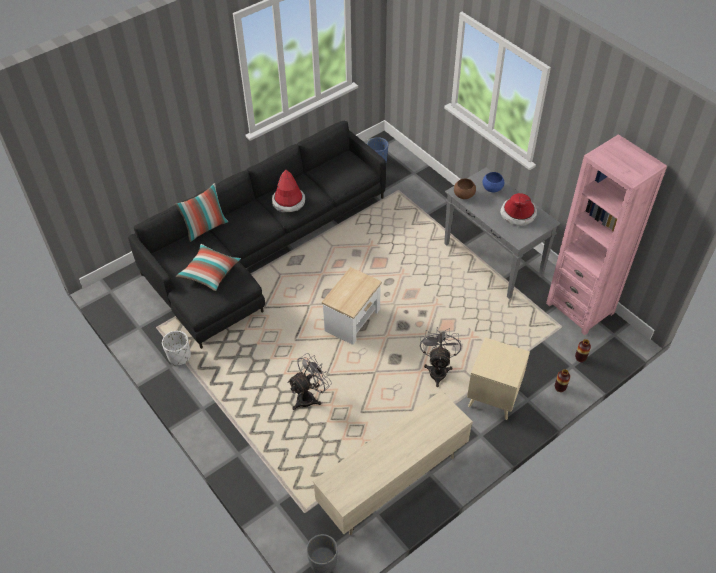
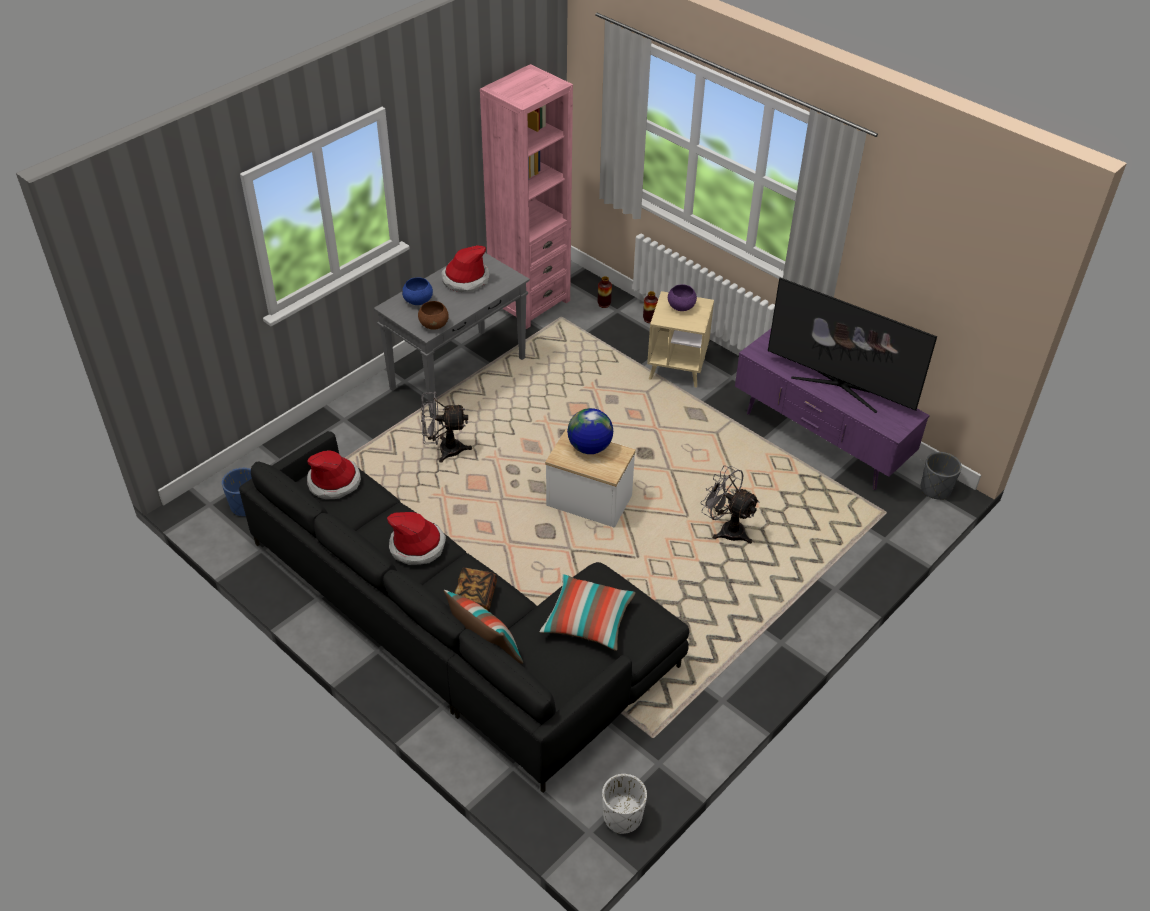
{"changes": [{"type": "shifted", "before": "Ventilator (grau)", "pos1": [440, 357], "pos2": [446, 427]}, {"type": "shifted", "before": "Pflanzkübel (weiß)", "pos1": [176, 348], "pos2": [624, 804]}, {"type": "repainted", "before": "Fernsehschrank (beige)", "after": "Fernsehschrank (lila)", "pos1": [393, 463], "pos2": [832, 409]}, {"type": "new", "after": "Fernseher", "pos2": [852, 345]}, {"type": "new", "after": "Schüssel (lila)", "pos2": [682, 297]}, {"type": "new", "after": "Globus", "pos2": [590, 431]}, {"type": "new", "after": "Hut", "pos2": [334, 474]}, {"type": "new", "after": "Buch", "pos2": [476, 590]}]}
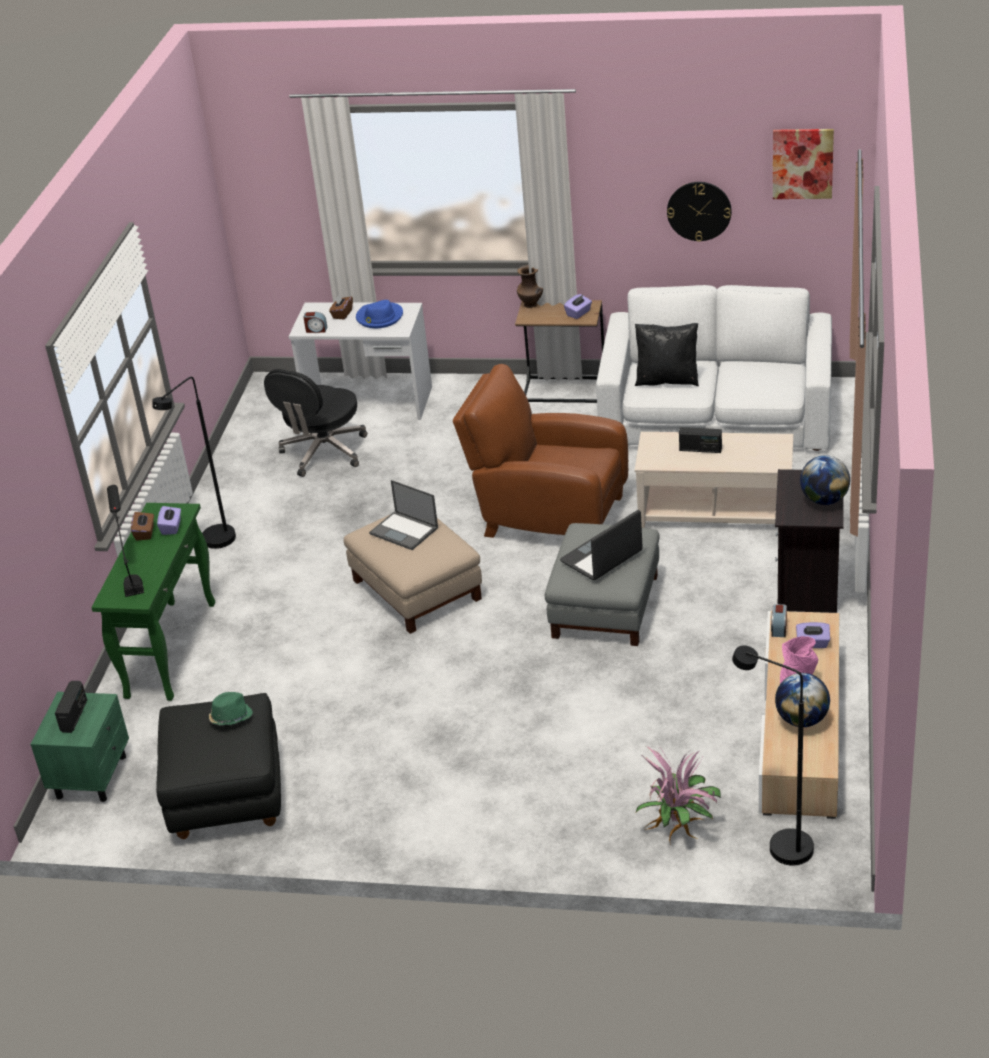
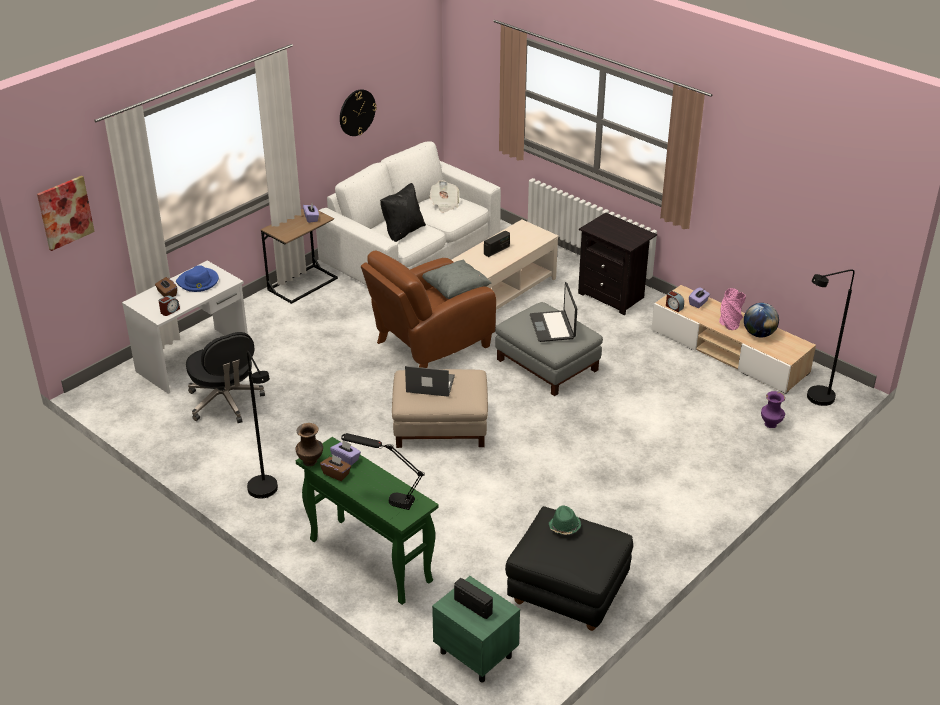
{"changes": [{"type": "shifted", "before": "Bild", "pos1": [803, 164], "pos2": [66, 213]}, {"type": "shifted", "before": "Vase (braun)", "pos1": [530, 286], "pos2": [309, 444]}, {"type": "gone", "before": "Globus", "pos1": [825, 480]}, {"type": "rotated", "before": "Laptop", "pos1": [403, 515], "pos2": [430, 381], "turn": -150}, {"type": "swapped", "before": "Topfpflanze", "after": "Vase (lila)", "pos1": [678, 795], "pos2": [773, 409]}, {"type": "new", "after": "Zeitung", "pos2": [444, 196]}, {"type": "new", "after": "Kissen (grau)", "pos2": [457, 279]}]}
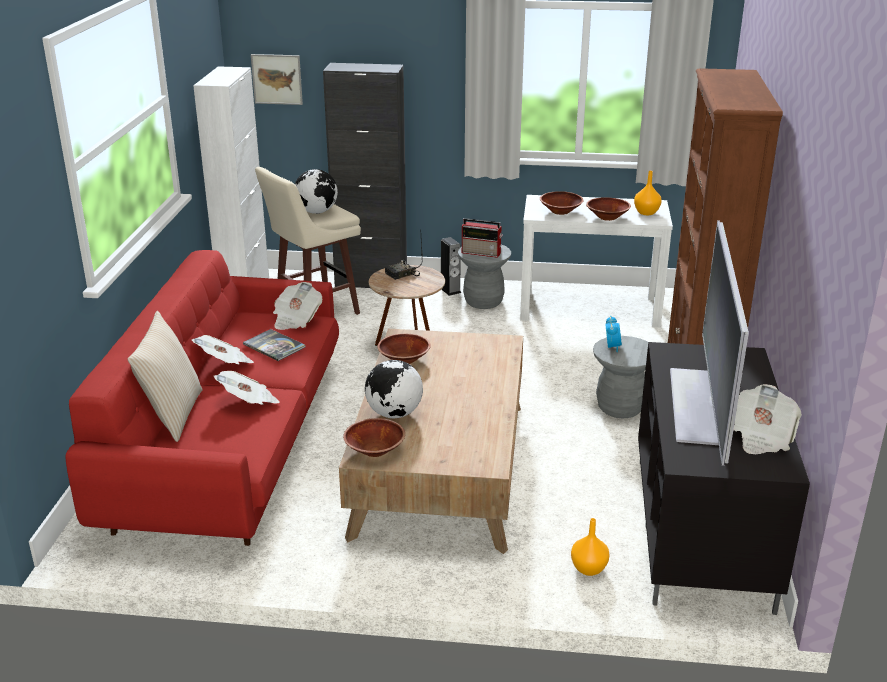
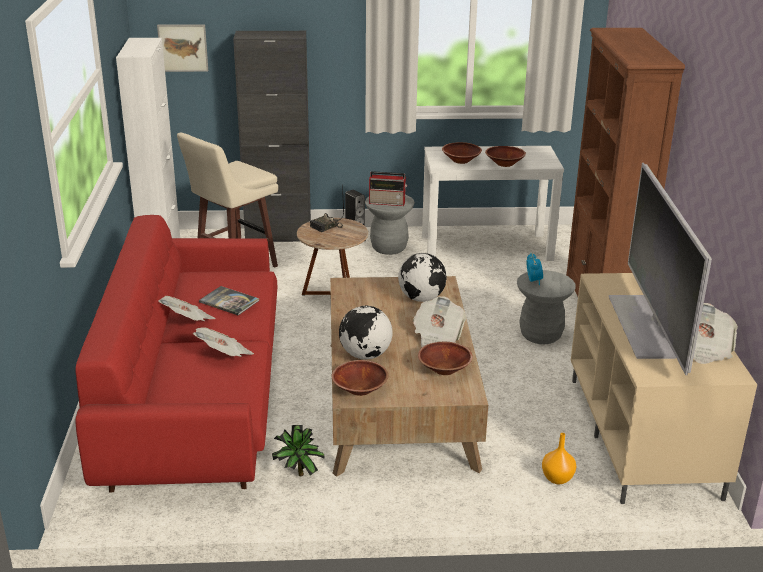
{"changes": [{"type": "shifted", "before": "Globus", "pos1": [316, 191], "pos2": [422, 277]}, {"type": "gone", "before": "Vase (orange)", "pos1": [648, 193]}, {"type": "shifted", "before": "Zeitung", "pos1": [298, 306], "pos2": [439, 321]}, {"type": "gone", "before": "Kissen (beige)", "pos1": [165, 376]}, {"type": "shifted", "before": "Schüssel (braun)", "pos1": [404, 349], "pos2": [445, 358]}, {"type": "repainted", "before": "Fernsehschrank (schwarz)", "after": "Fernsehschrank (beige)", "pos1": [724, 478], "pos2": [664, 388]}, {"type": "new", "after": "Topfpflanze", "pos2": [298, 450]}]}
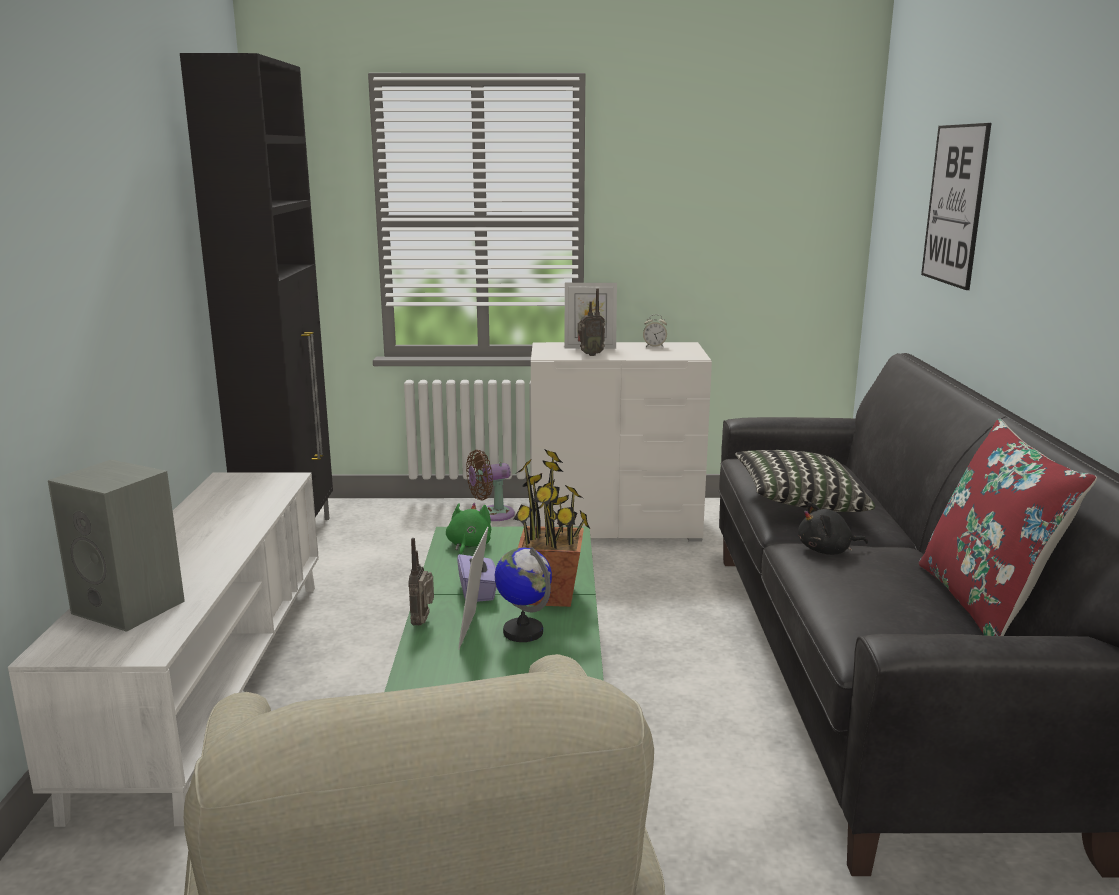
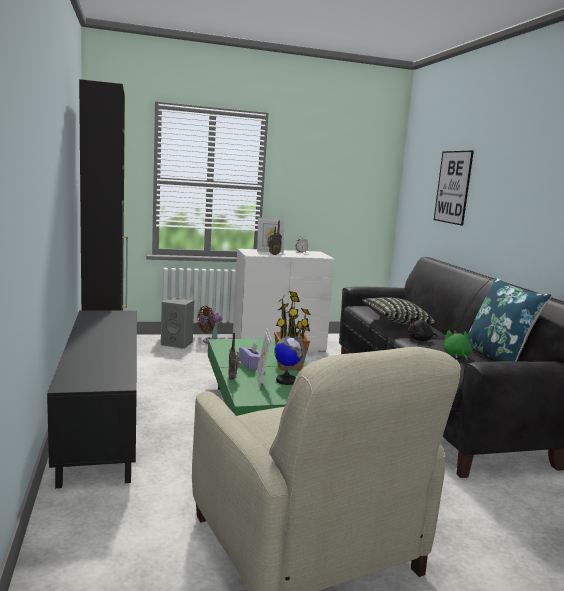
{"changes": [{"type": "repainted", "before": "Kissen (rot)", "after": "Kissen (blau)", "pos1": [1008, 527], "pos2": [510, 319]}, {"type": "shifted", "before": "Lautsprecher (grau)", "pos1": [116, 545], "pos2": [177, 323]}, {"type": "repainted", "before": "Fernsehschrank (weiß)", "after": "Fernsehschrank (schwarz)", "pos1": [163, 649], "pos2": [92, 399]}, {"type": "shifted", "before": "Plüschtier (grün)", "pos1": [468, 529], "pos2": [457, 346]}]}
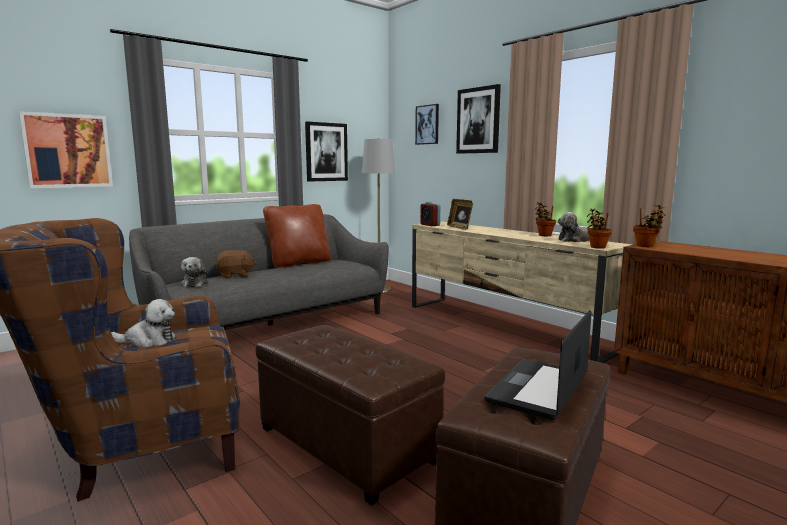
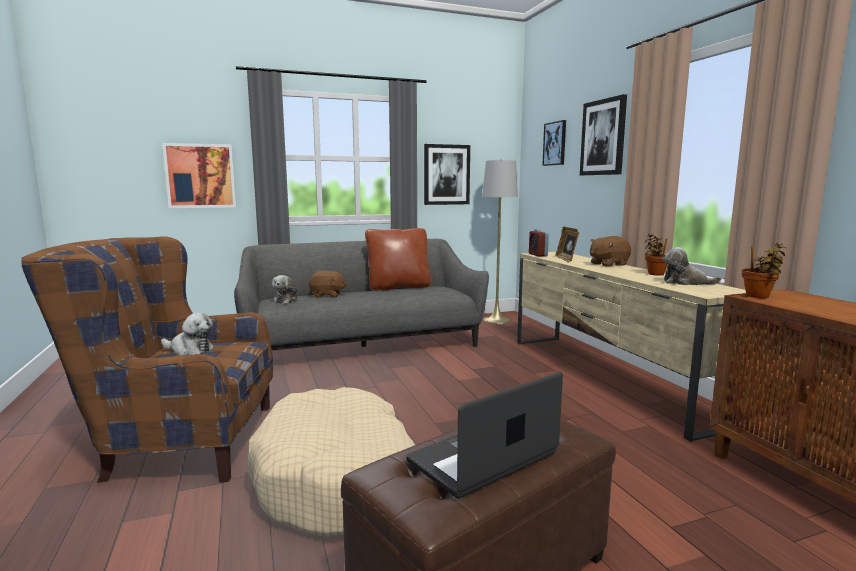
{"changes": [{"type": "gone", "before": "Topfpflanze", "pos1": [599, 228]}, {"type": "swapped", "before": "Polsterhocker (braun)", "after": "Hundebett (beige)", "pos1": [350, 415], "pos2": [330, 462]}, {"type": "new", "after": "Plüschtier (braun)", "pos2": [610, 251]}]}
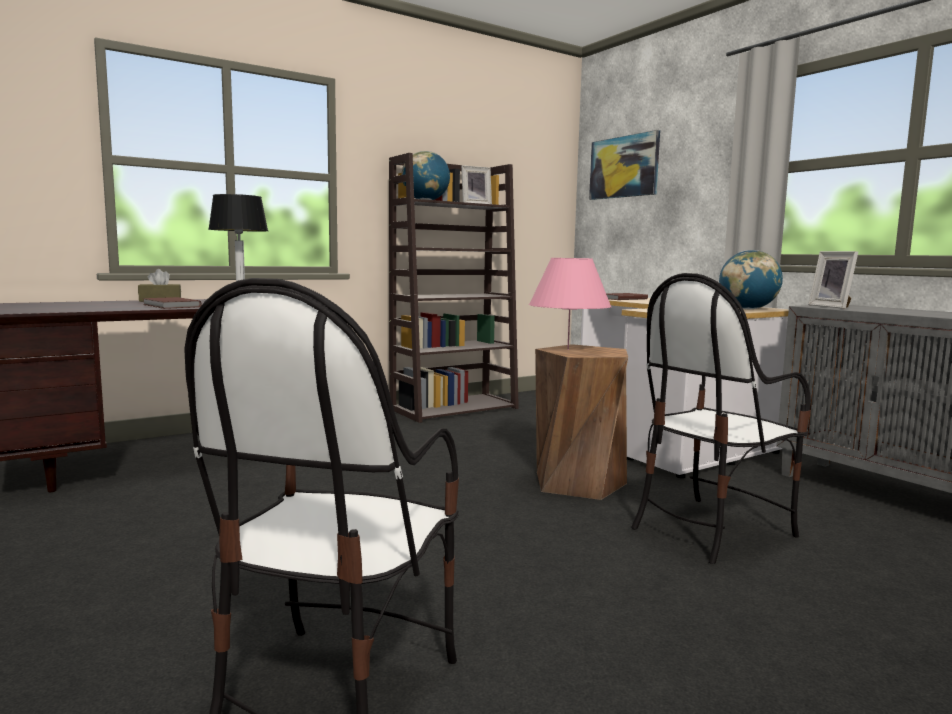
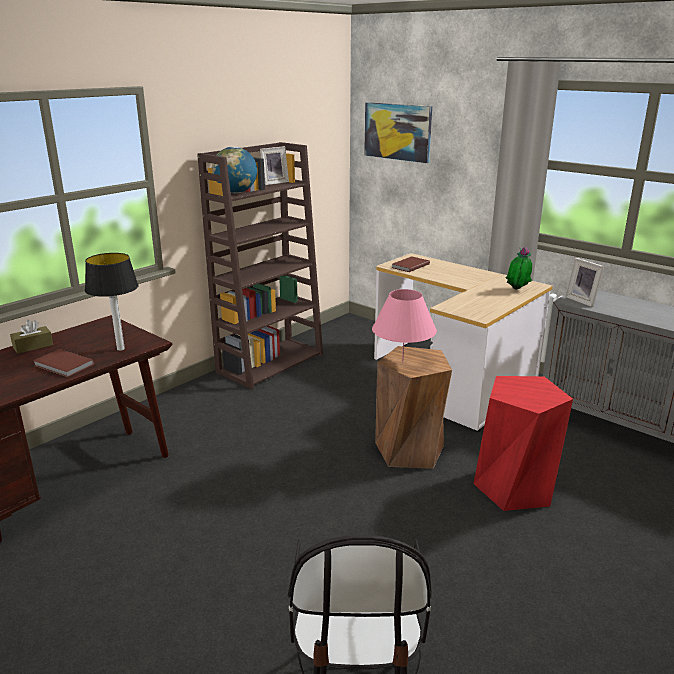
{"changes": [{"type": "swapped", "before": "Globus", "after": "Topfpflanze", "pos1": [751, 279], "pos2": [519, 268]}, {"type": "swapped", "before": "Stuhl", "after": "Hocker (rot)", "pos1": [721, 418], "pos2": [523, 443]}]}
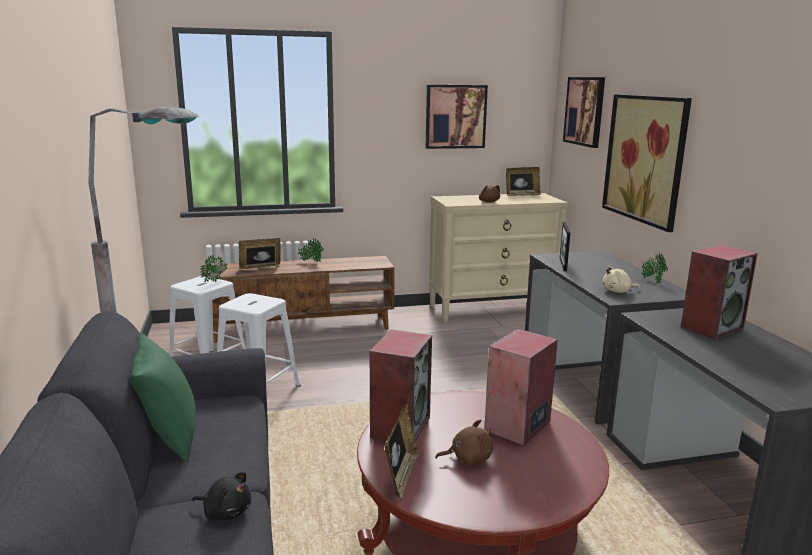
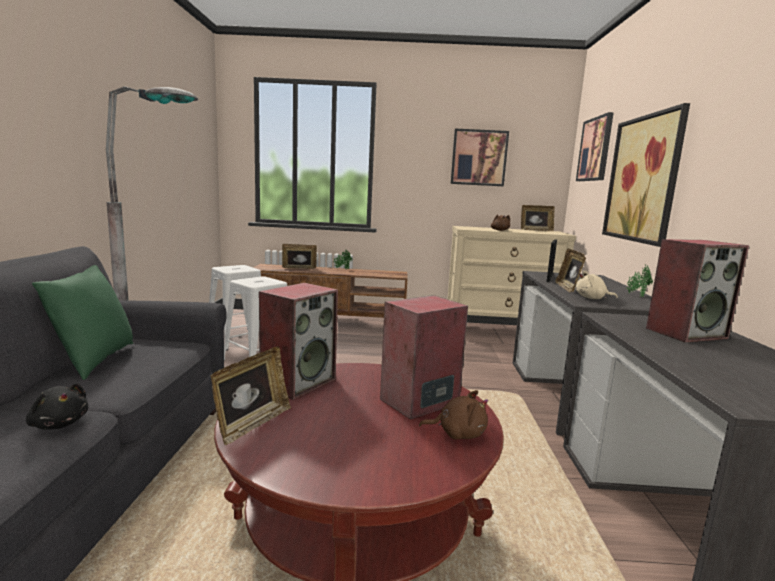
{"changes": [{"type": "gone", "before": "Topfpflanze", "pos1": [213, 269]}, {"type": "shifted", "before": "Plüschtier (braun)", "pos1": [464, 442], "pos2": [453, 415]}, {"type": "new", "after": "Bilderrahmen", "pos2": [570, 270]}]}
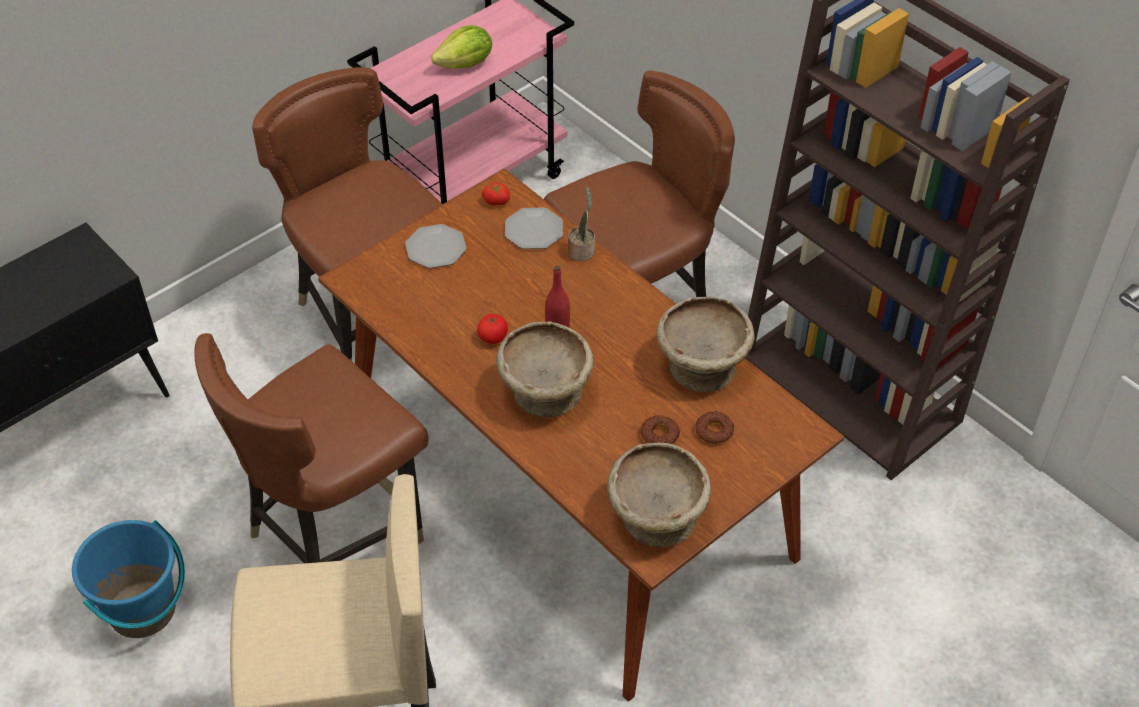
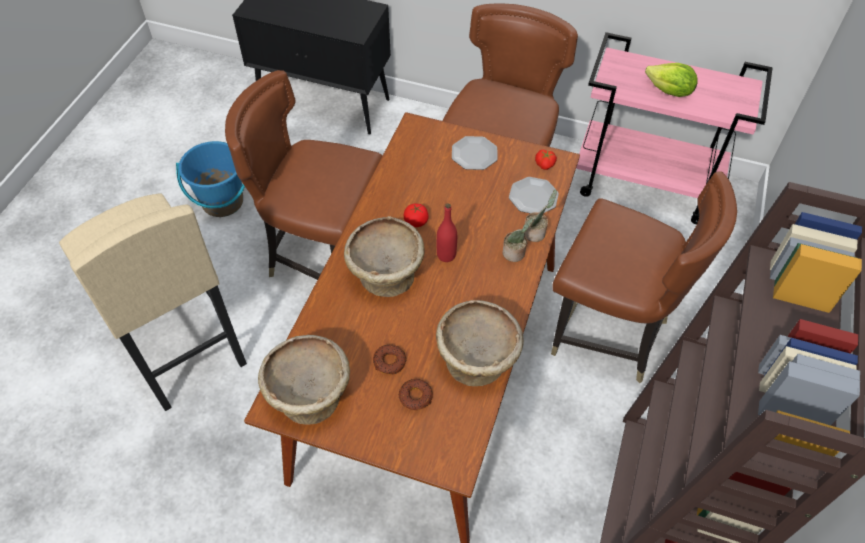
{"changes": [{"type": "new", "after": "Topfpflanze", "pos2": [518, 240]}]}
